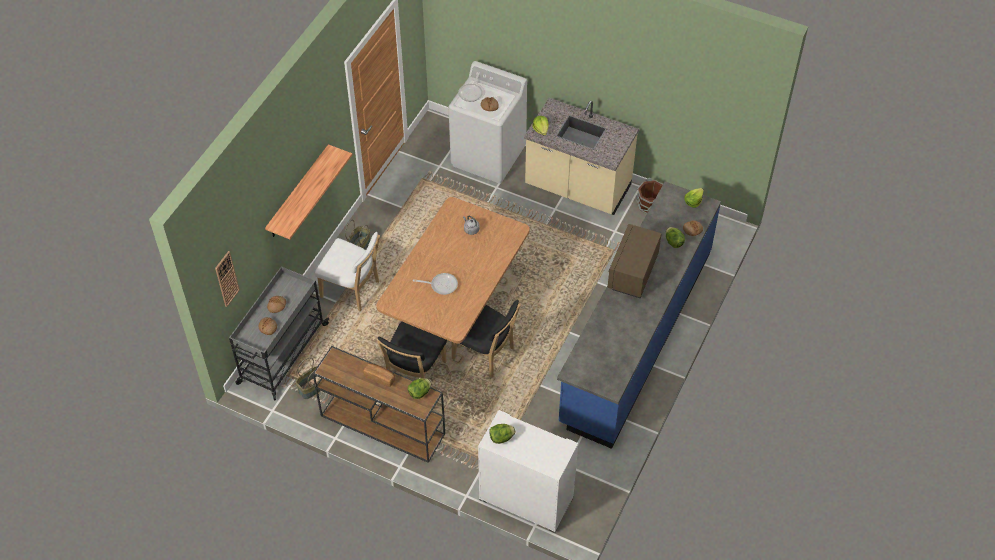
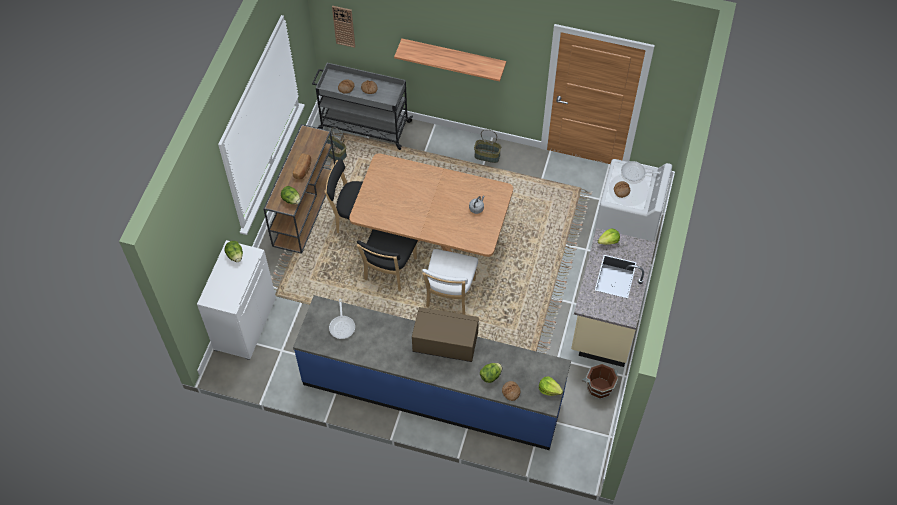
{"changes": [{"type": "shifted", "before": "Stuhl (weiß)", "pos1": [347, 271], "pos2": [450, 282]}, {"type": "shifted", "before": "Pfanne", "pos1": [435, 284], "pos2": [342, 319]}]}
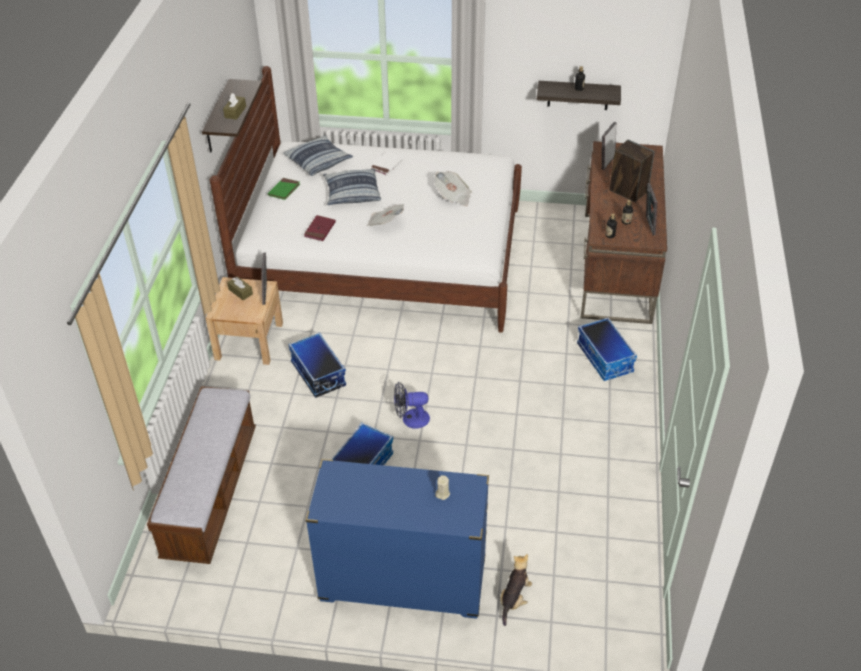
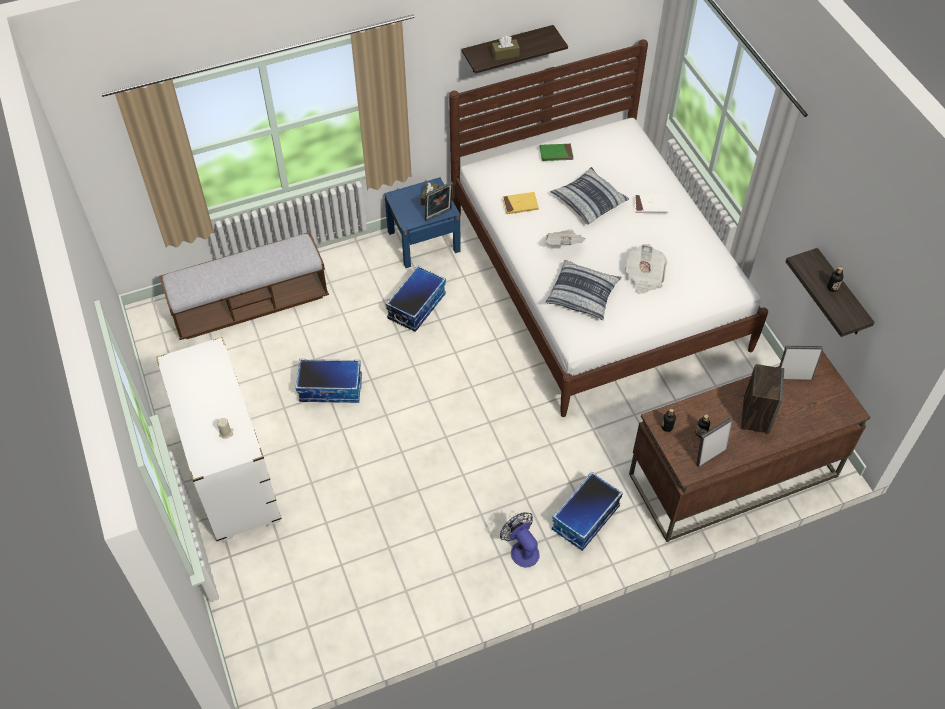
{"changes": [{"type": "shifted", "before": "Kissen", "pos1": [318, 155], "pos2": [583, 290]}, {"type": "repainted", "before": "Buch (rot)", "after": "Buch (gelb)", "pos1": [320, 228], "pos2": [521, 203]}, {"type": "repainted", "before": "Nachttisch (beige)", "after": "Nachttisch (blau)", "pos1": [244, 321], "pos2": [422, 222]}, {"type": "shifted", "before": "Ventilator", "pos1": [412, 405], "pos2": [520, 540]}, {"type": "repainted", "before": "Kommode (blau)", "after": "Kommode (weiß)", "pos1": [397, 539], "pos2": [219, 439]}, {"type": "gone", "before": "Plüschtier", "pos1": [516, 590]}]}
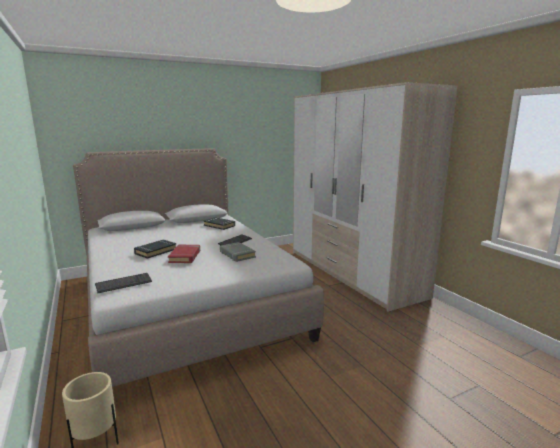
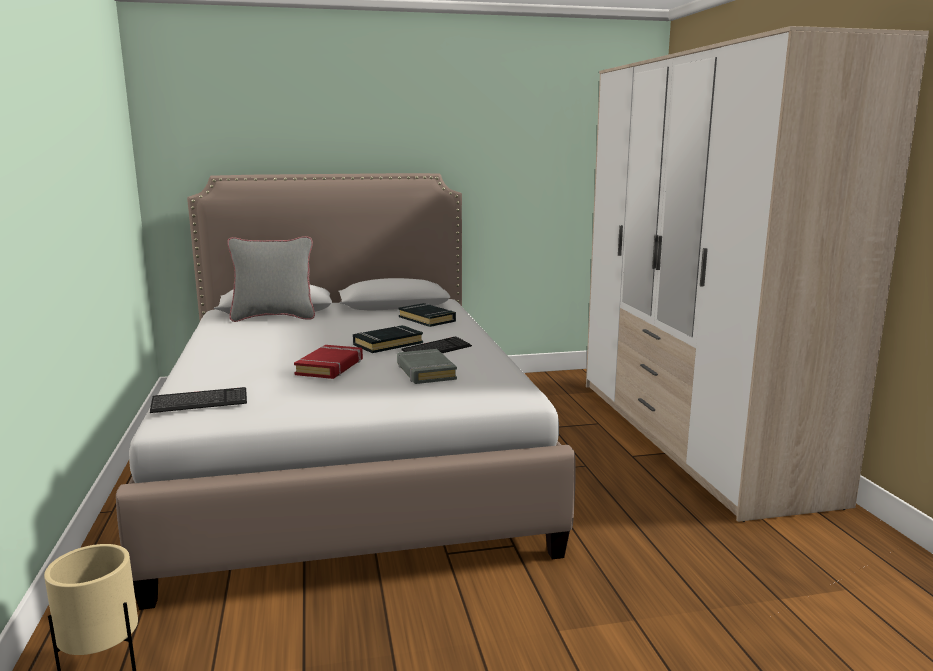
{"changes": [{"type": "shifted", "before": "Buch (schwarz)", "pos1": [155, 249], "pos2": [388, 339]}, {"type": "new", "after": "Kissen (grau)", "pos2": [271, 279]}]}
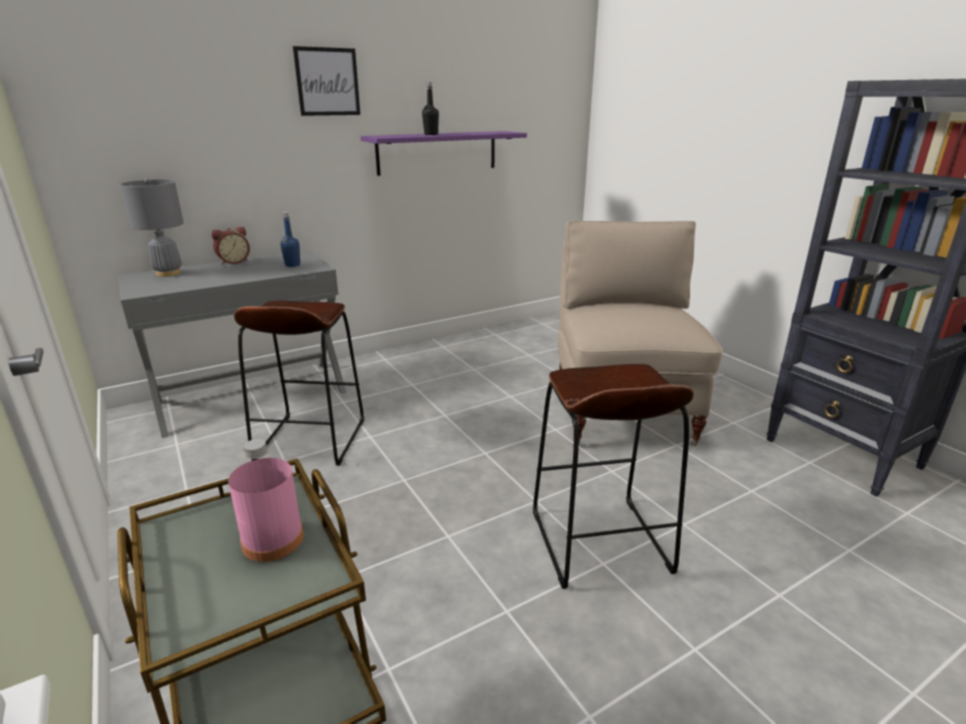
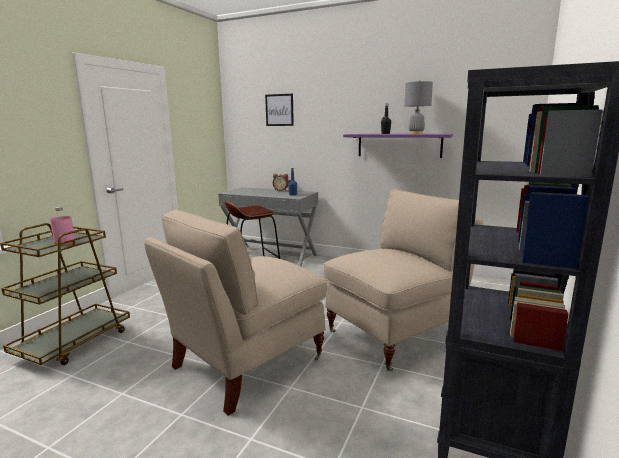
{"changes": [{"type": "shifted", "before": "Bild", "pos1": [326, 81], "pos2": [279, 110]}, {"type": "shifted", "before": "Tischlampe (grau)", "pos1": [152, 227], "pos2": [419, 107]}, {"type": "swapped", "before": "Hocker (braun)", "after": "Stuhl (beige)", "pos1": [613, 476], "pos2": [235, 312]}]}
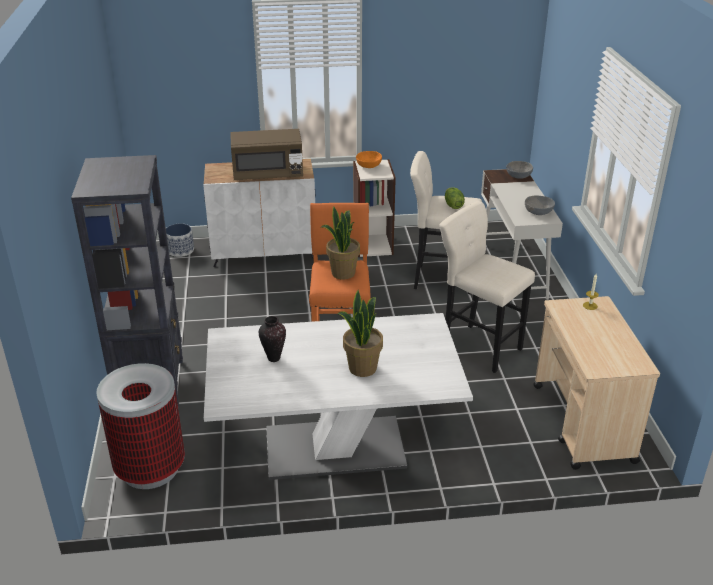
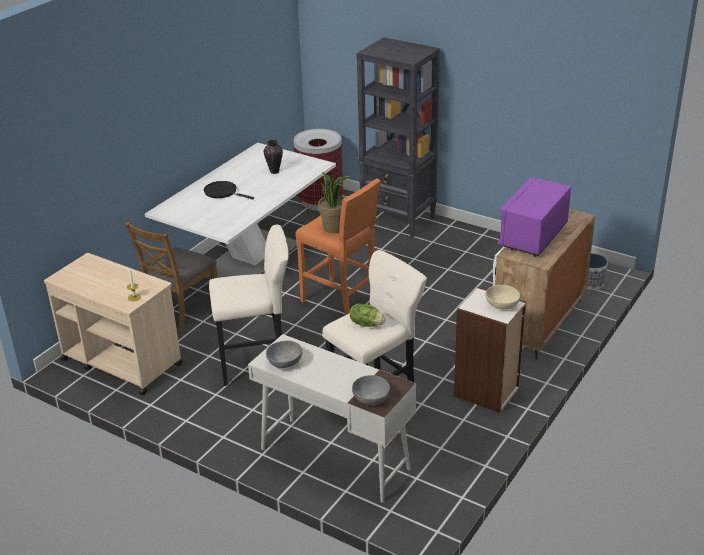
{"changes": [{"type": "repainted", "before": "Mikrowelle (braun)", "after": "Mikrowelle (lila)", "pos1": [266, 154], "pos2": [534, 217]}, {"type": "repainted", "before": "Schüssel (orange)", "after": "Schüssel (beige)", "pos1": [369, 159], "pos2": [503, 297]}, {"type": "swapped", "before": "Topfpflanze", "after": "Pfanne (schwarz)", "pos1": [360, 333], "pos2": [229, 190]}, {"type": "new", "after": "Stuhl (braun)", "pos2": [171, 276]}]}
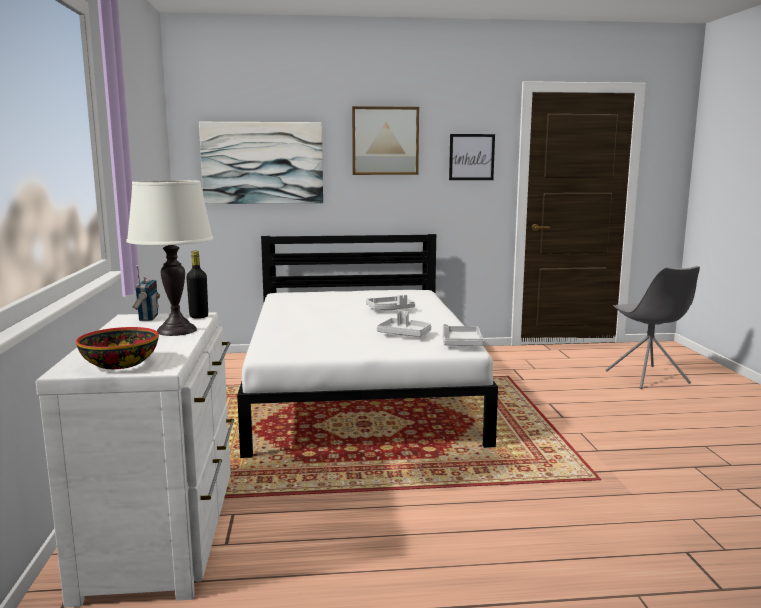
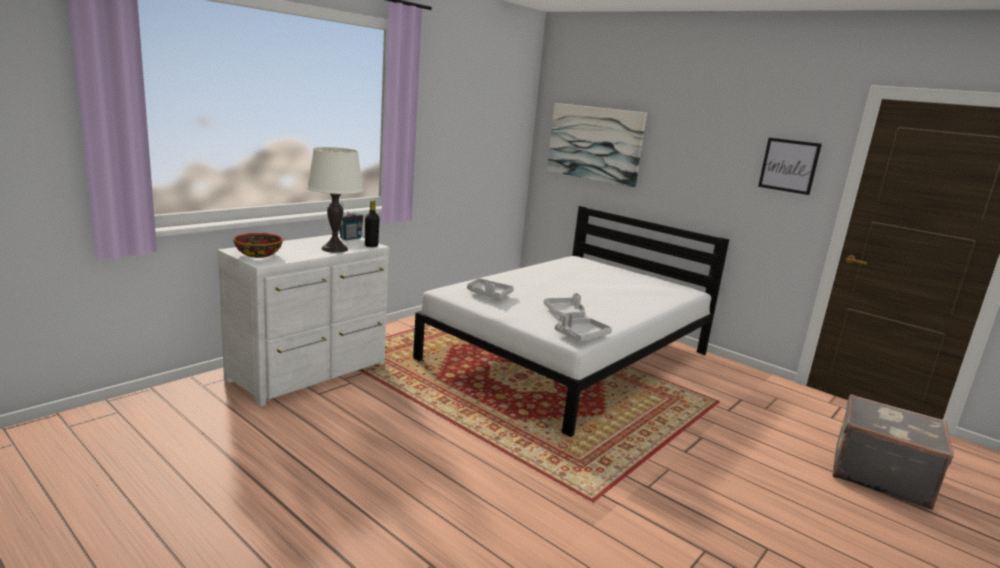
{"changes": [{"type": "gone", "before": "Bild", "pos1": [385, 140]}, {"type": "swapped", "before": "Stuhl (grau)", "after": "Koffer (grau)", "pos1": [653, 327], "pos2": [893, 452]}, {"type": "shifted", "before": "Tablett (grau)", "pos1": [390, 302], "pos2": [490, 288]}]}
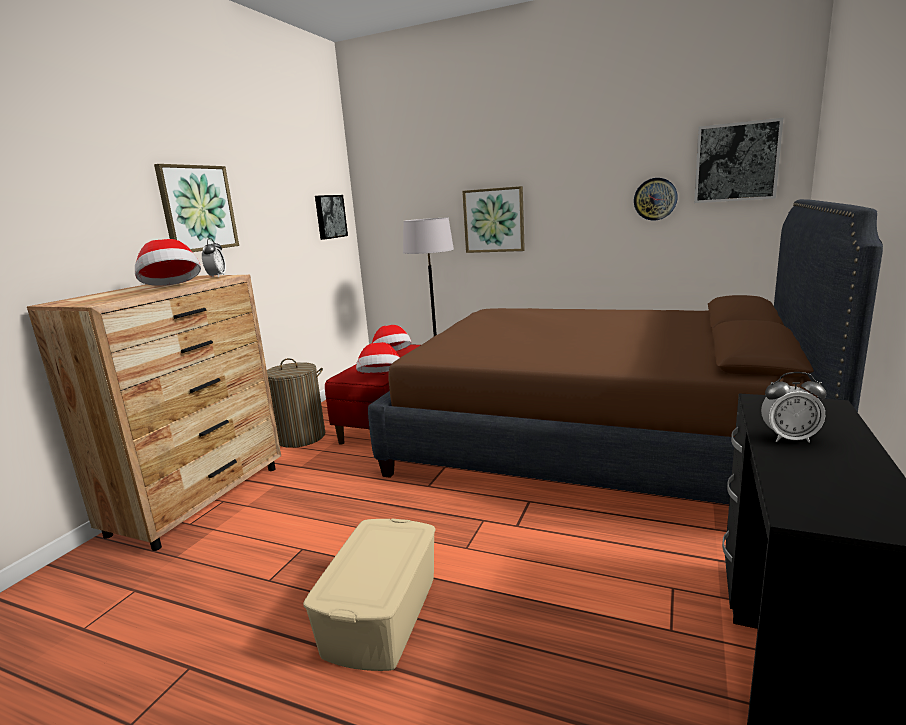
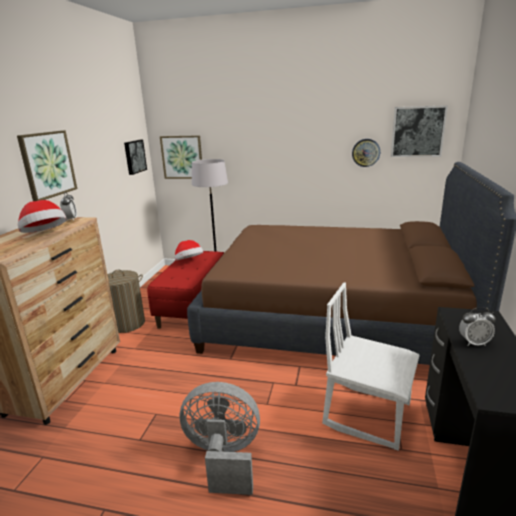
{"changes": [{"type": "shifted", "before": "Bild", "pos1": [493, 219], "pos2": [181, 157]}, {"type": "gone", "before": "Hut", "pos1": [378, 357]}, {"type": "swapped", "before": "Aufbewahrungsbox (beige)", "after": "Ventilator (grau)", "pos1": [369, 595], "pos2": [219, 438]}, {"type": "new", "after": "Stuhl (weiß)", "pos2": [371, 367]}]}
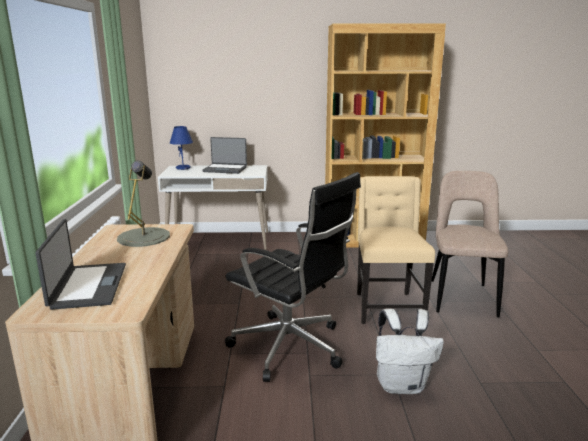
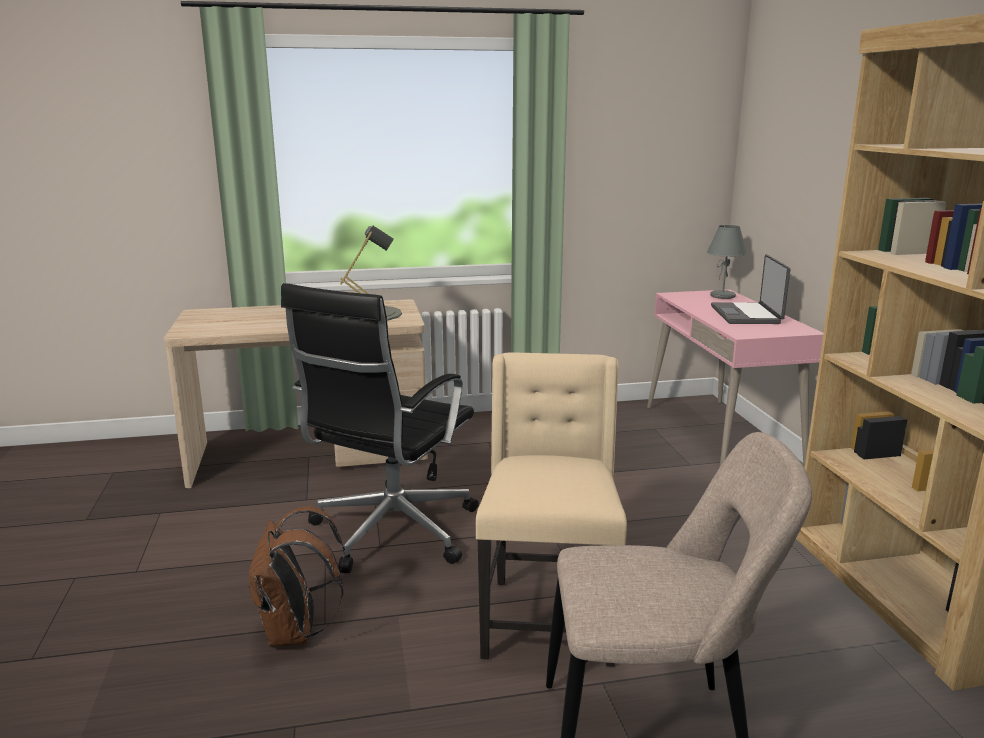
{"changes": [{"type": "repainted", "before": "Tischlampe (blau)", "after": "Tischlampe (grau)", "pos1": [181, 148], "pos2": [727, 262]}, {"type": "repainted", "before": "Schreibtisch (weiß)", "after": "Schreibtisch (rosa)", "pos1": [213, 207], "pos2": [735, 378]}, {"type": "rotated", "before": "Stuhl (beige)", "pos1": [396, 250], "pos2": [551, 509], "turn": -75}, {"type": "gone", "before": "Laptop", "pos1": [80, 264]}, {"type": "repainted", "before": "Rucksack (weiß)", "after": "Rucksack (braun)", "pos1": [410, 351], "pos2": [297, 576]}]}
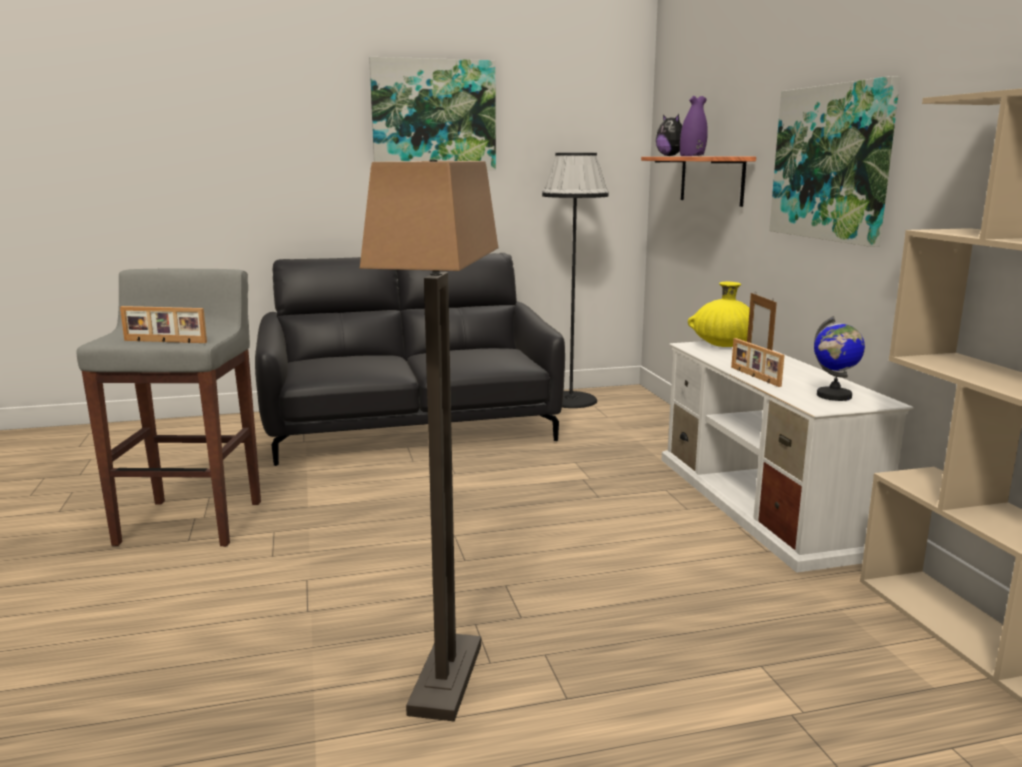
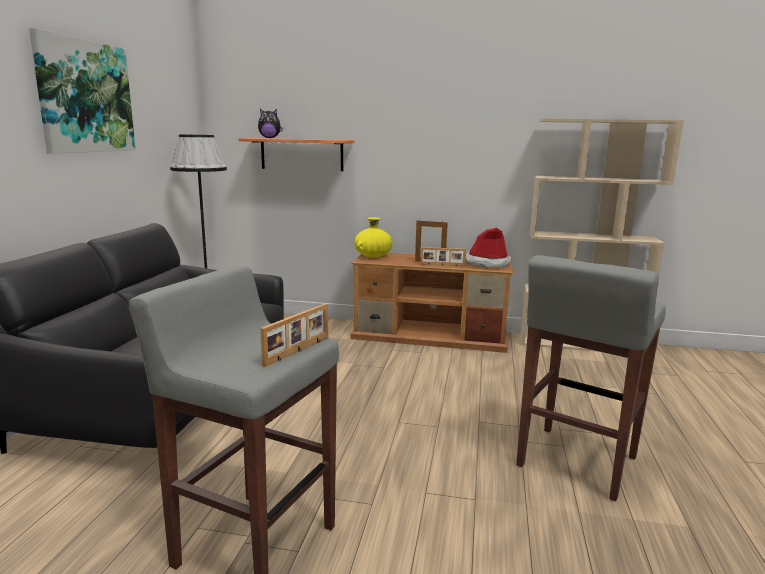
{"changes": [{"type": "gone", "before": "Bild", "pos1": [835, 161]}, {"type": "gone", "before": "Vase (lila)", "pos1": [694, 126]}, {"type": "swapped", "before": "Stehlampe", "after": "Hocker (grau)", "pos1": [429, 440], "pos2": [591, 378]}, {"type": "swapped", "before": "Globus", "after": "Hut", "pos1": [839, 358], "pos2": [488, 248]}, {"type": "repainted", "before": "Fernsehschrank (weiß)", "after": "Fernsehschrank (braun)", "pos1": [788, 457], "pos2": [432, 303]}]}
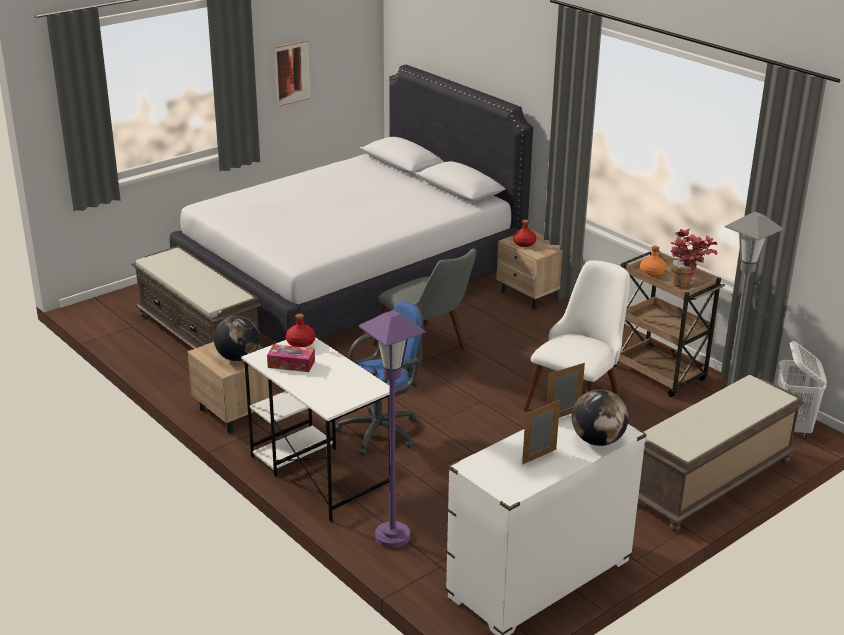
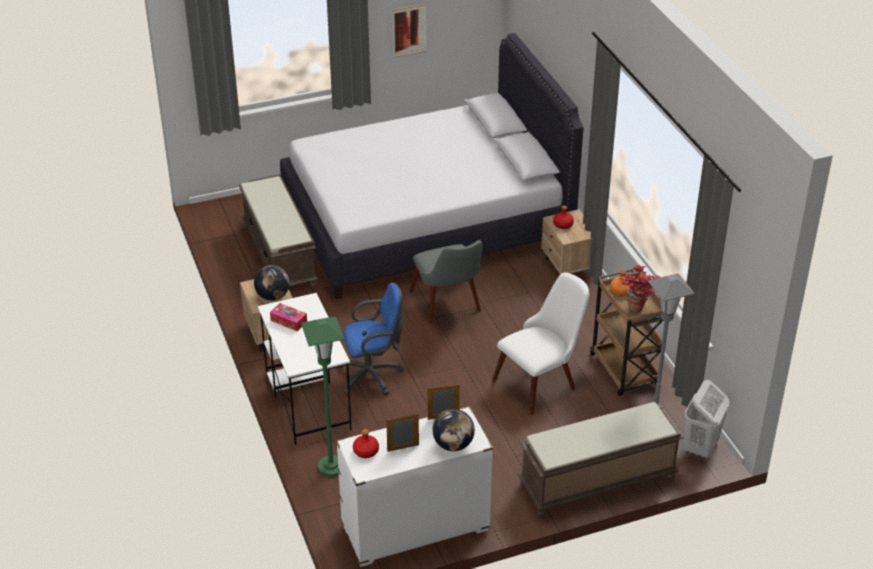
{"changes": [{"type": "repainted", "before": "Stehlampe (lila)", "after": "Stehlampe (grün)", "pos1": [392, 429], "pos2": [322, 397]}, {"type": "shifted", "before": "Flasche (rot)", "pos1": [300, 330], "pos2": [366, 443]}]}
